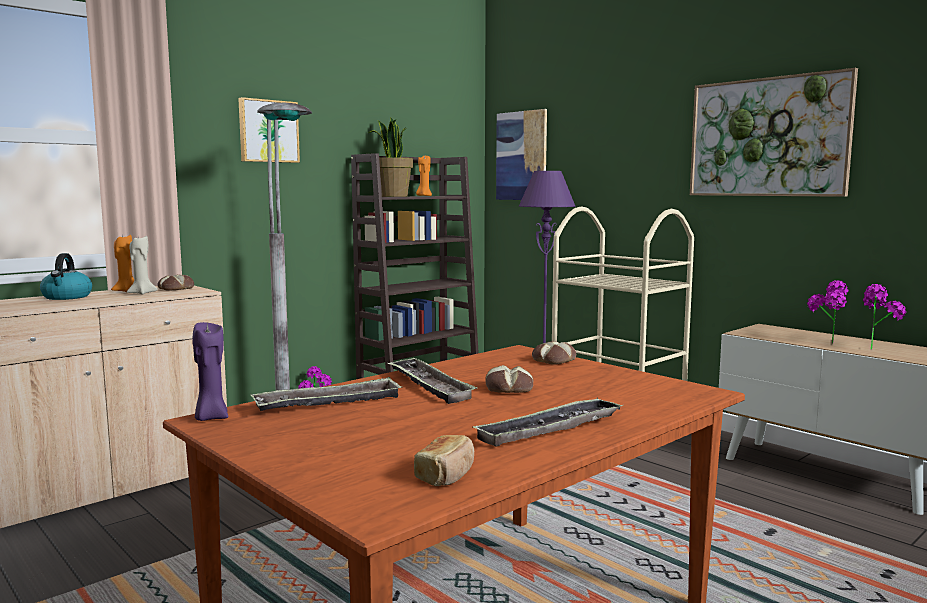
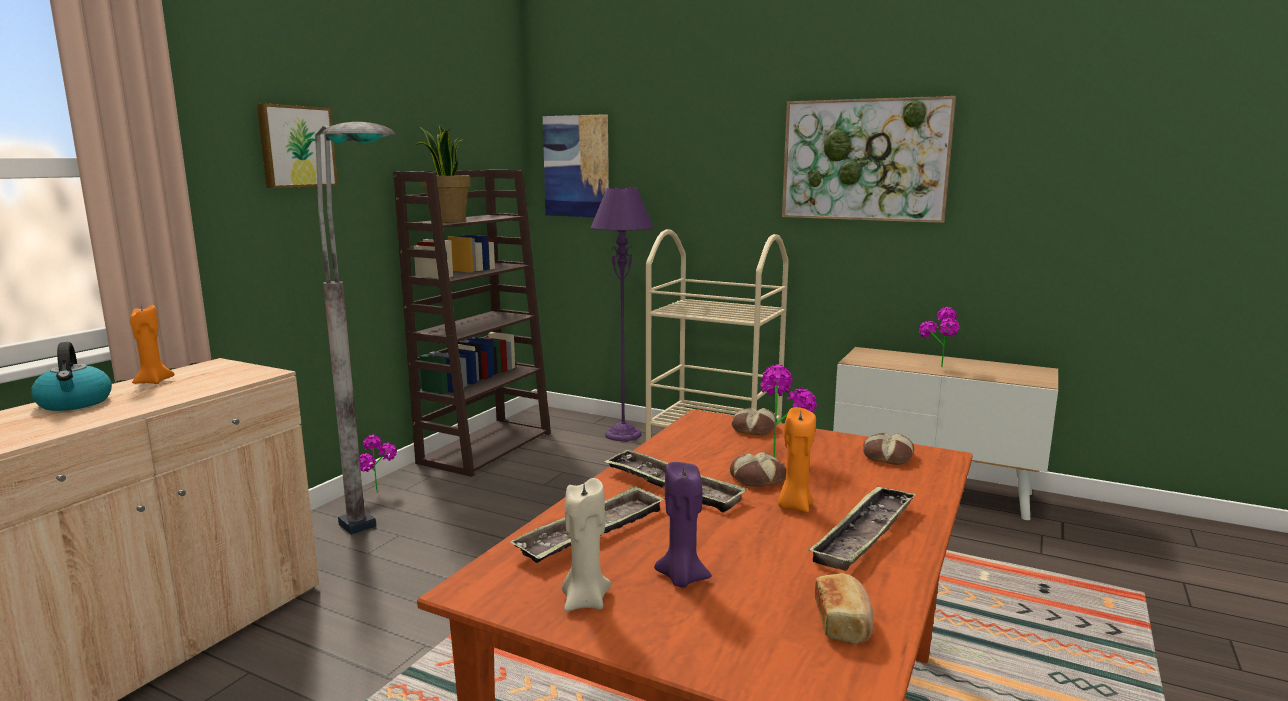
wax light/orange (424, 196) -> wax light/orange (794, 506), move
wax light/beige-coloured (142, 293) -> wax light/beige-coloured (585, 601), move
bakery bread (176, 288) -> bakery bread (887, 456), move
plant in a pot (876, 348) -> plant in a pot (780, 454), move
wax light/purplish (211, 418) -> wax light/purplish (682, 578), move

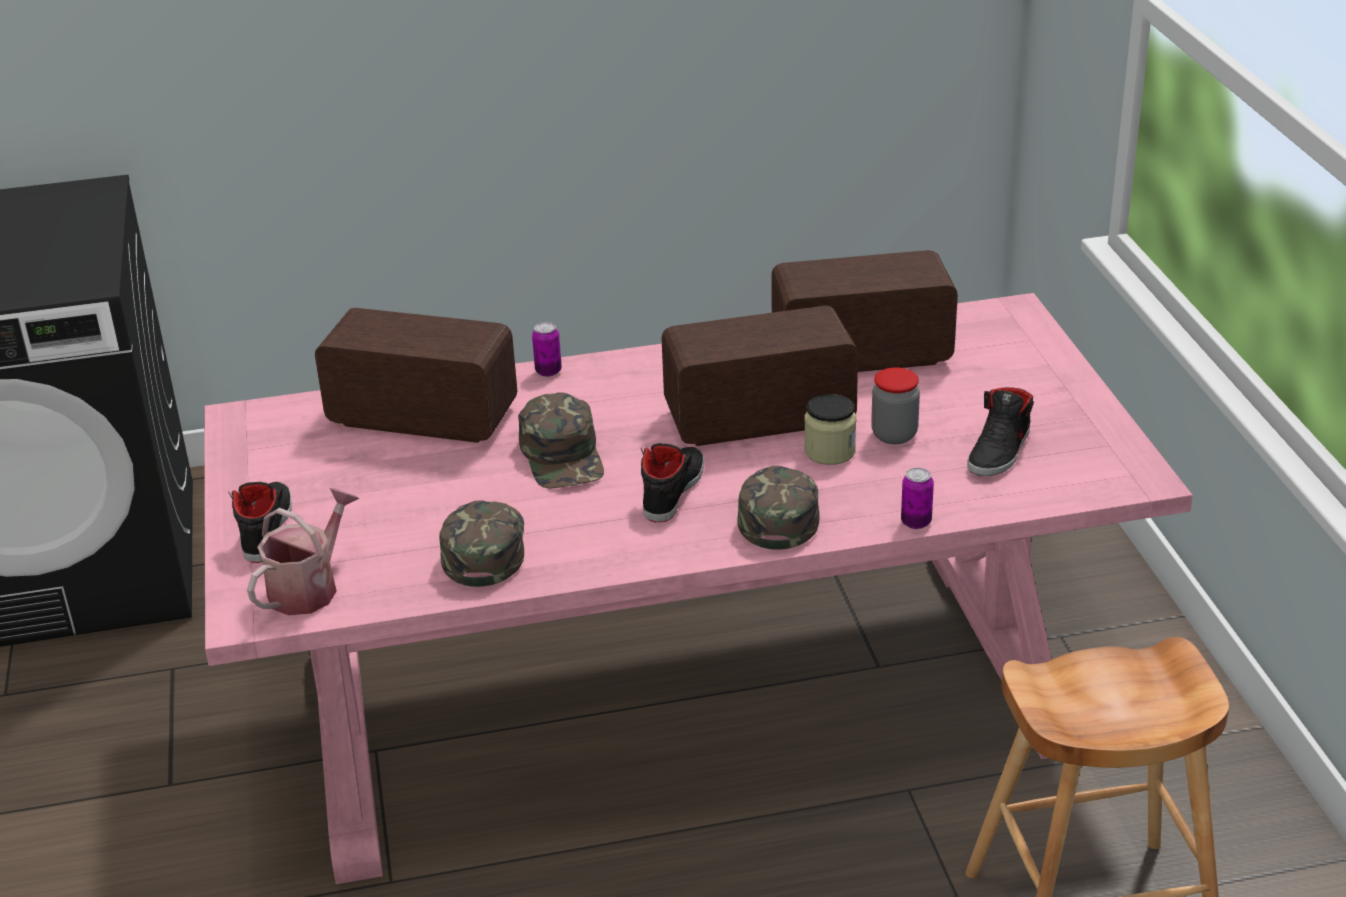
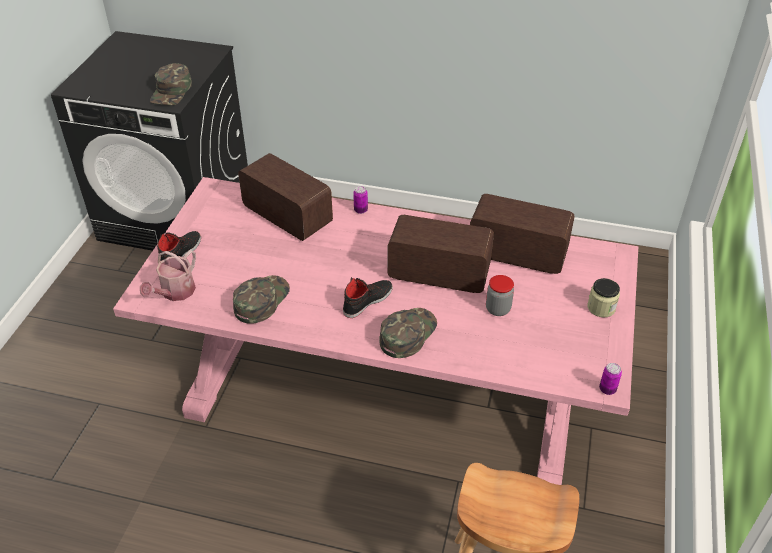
item of footwear/blackish (1000, 451) -> none
peaked cap/green (563, 455) -> peaked cap/green (172, 91), move
jar (829, 451) -> jar (601, 308), move
metal can (916, 522) -> metal can (607, 389), move
watering can (309, 587) -> watering can (175, 293), 150 degrees clockwise

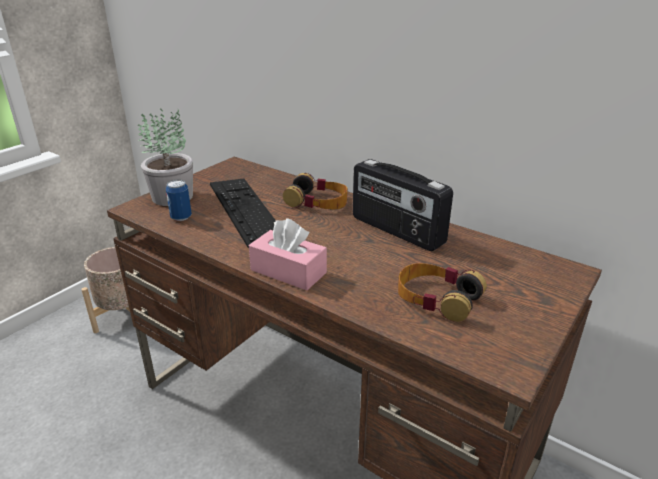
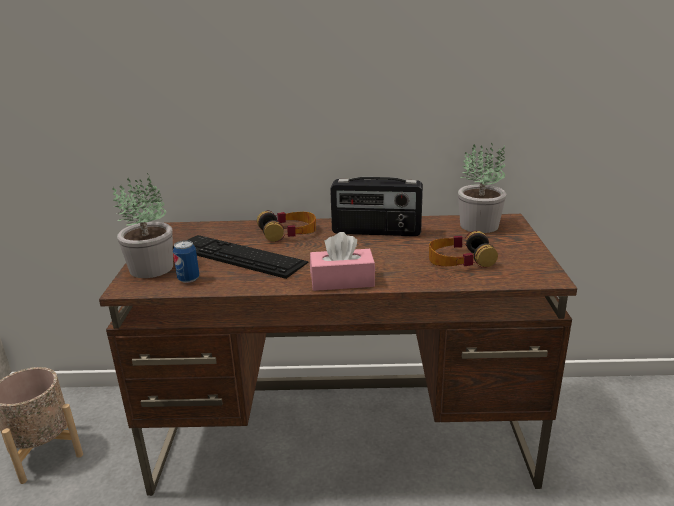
none -> plant in a pot (479, 225)

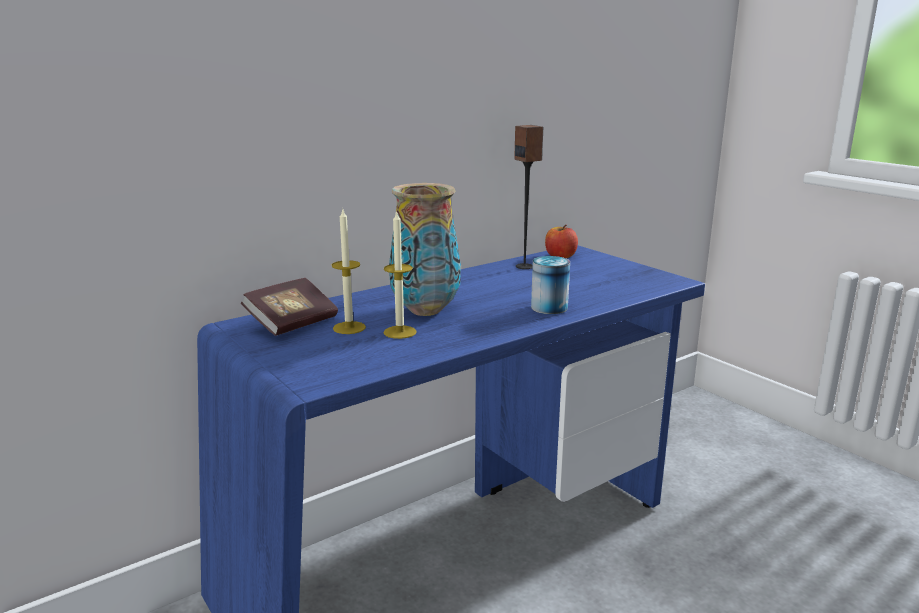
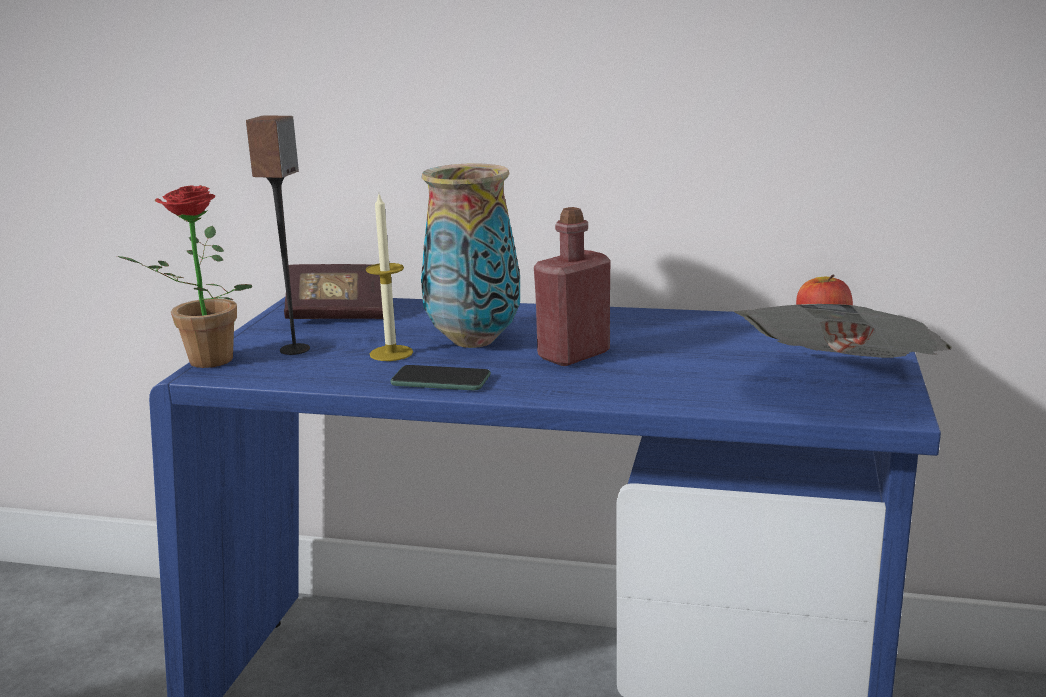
audio speaker (524, 266) -> audio speaker (295, 350), move
wax light (349, 328) -> none
metal can (549, 307) -> none
none -> plant in a pot (202, 363)
none -> drink bottle/red (573, 355)
none -> newspaper (840, 386)
none -> handset (441, 380)

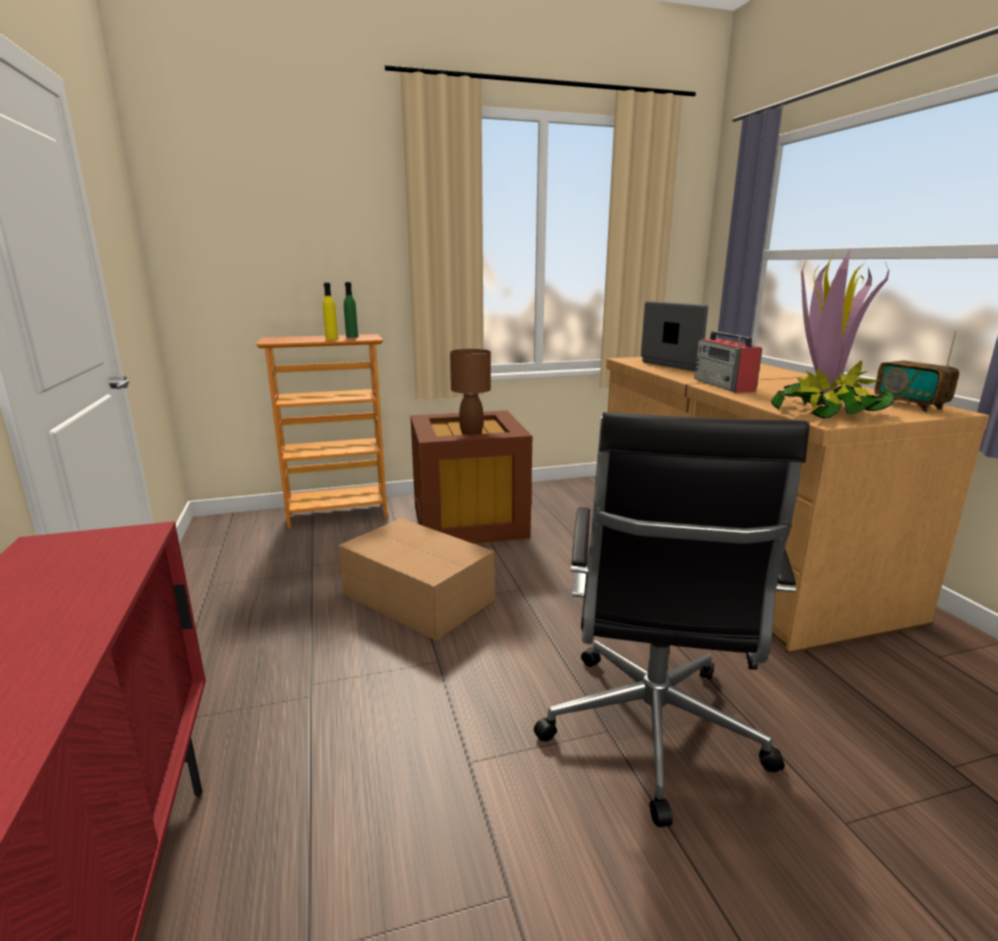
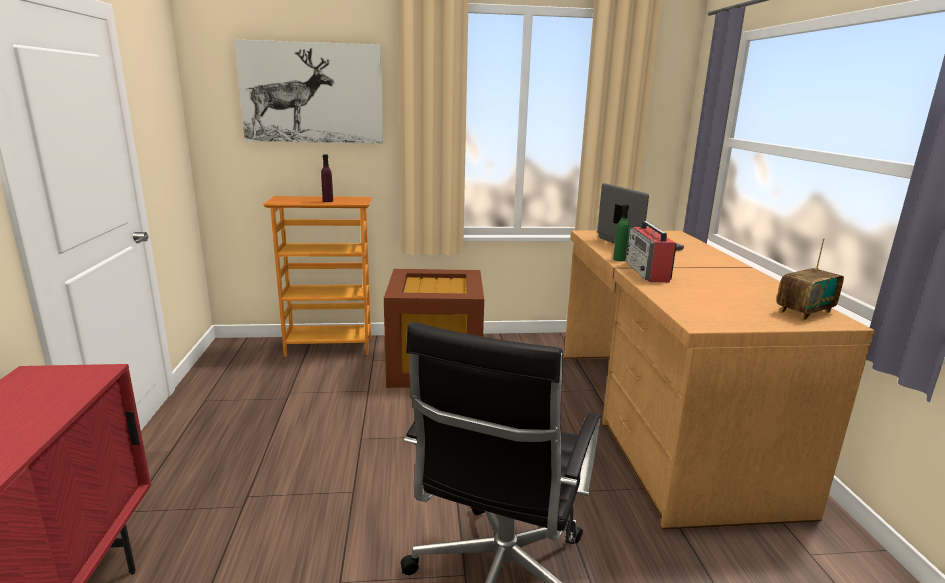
plant in a pot (824, 410) -> none
drink bottle/green (352, 337) -> drink bottle/green (619, 259), move
drink bottle/yellow-coloured (331, 339) -> drink bottle/purplish (328, 201)
radio (910, 405) -> radio (804, 311), 105 degrees counterclockwise
table lamp/brown (471, 433) -> none
carton (417, 596) -> none
none -> wall art (312, 93)

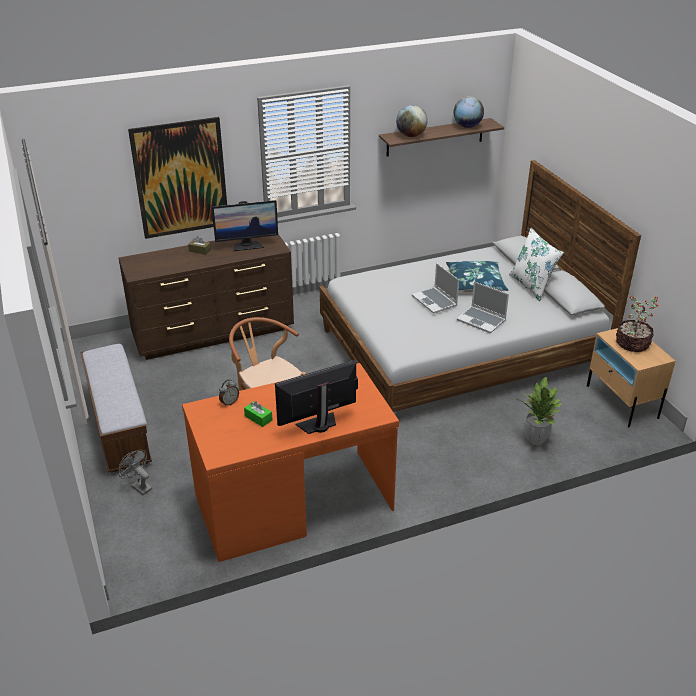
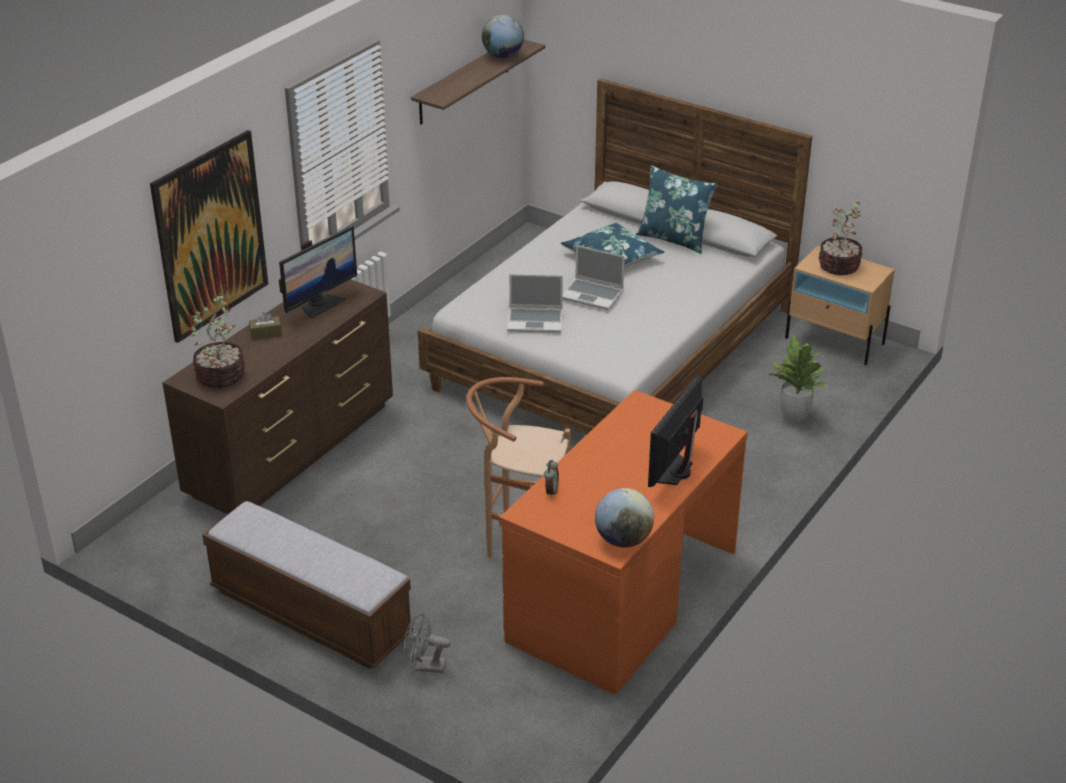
desk globe (411, 135) -> desk globe (623, 540), move
throw pillow/whitish (532, 286) -> throw pillow/bluish (674, 239)
notebook computer (482, 320) -> notebook computer (536, 321), move
tissue box/green (258, 418) -> none
none -> plant in a pot (221, 375)

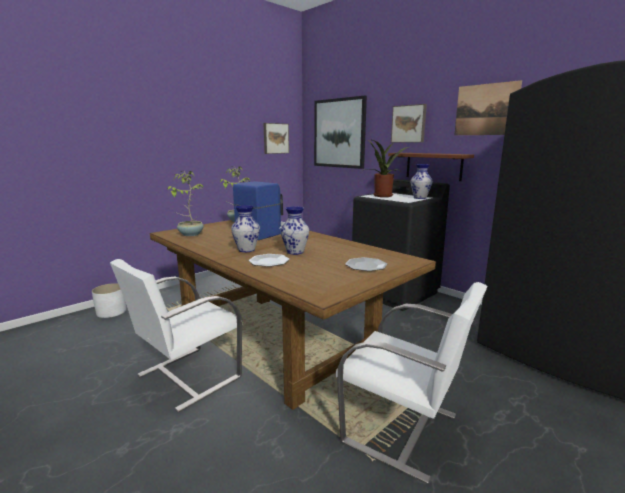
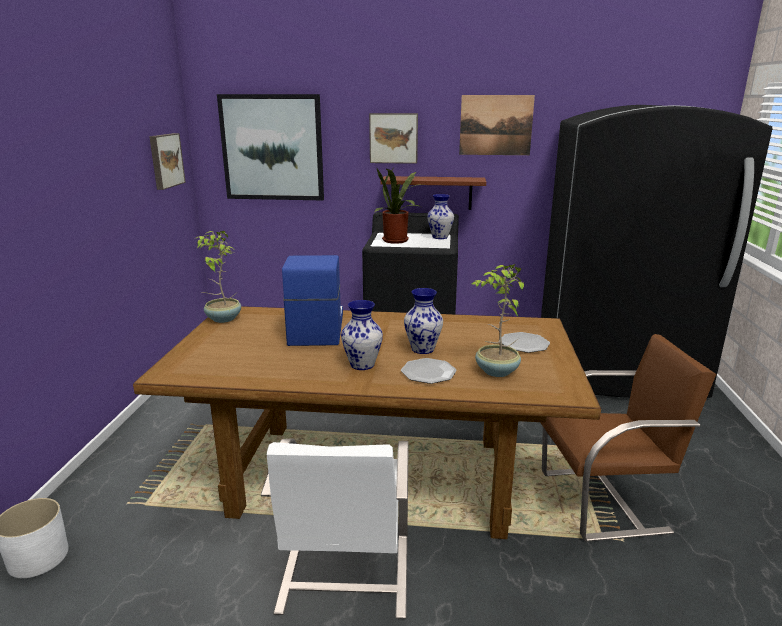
plant in a pot (190, 234) -> plant in a pot (496, 371), move
upright chair/whitish (402, 429) -> upright chair/brown (605, 501)

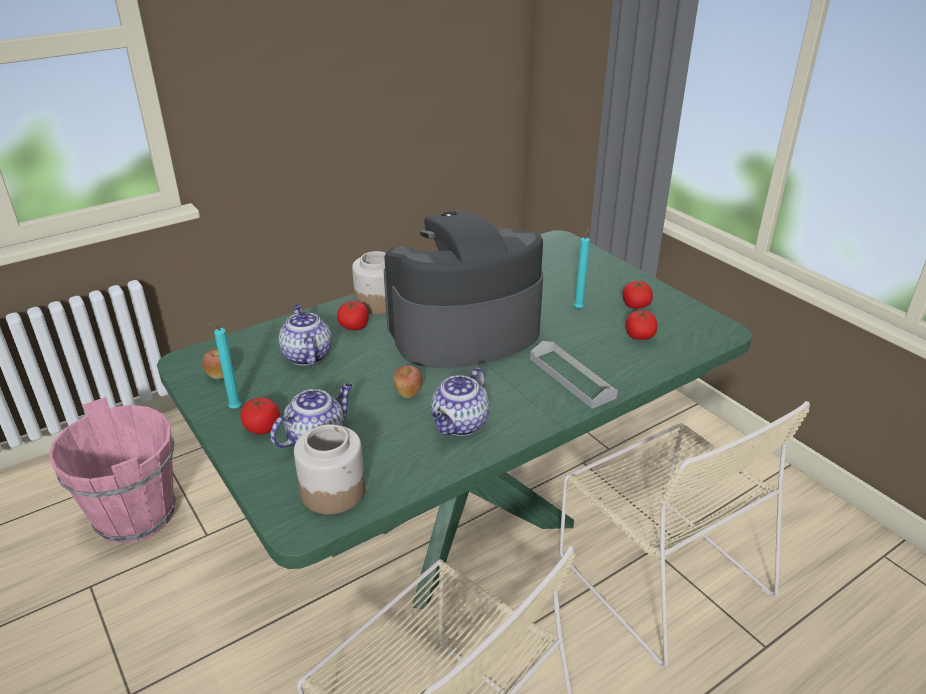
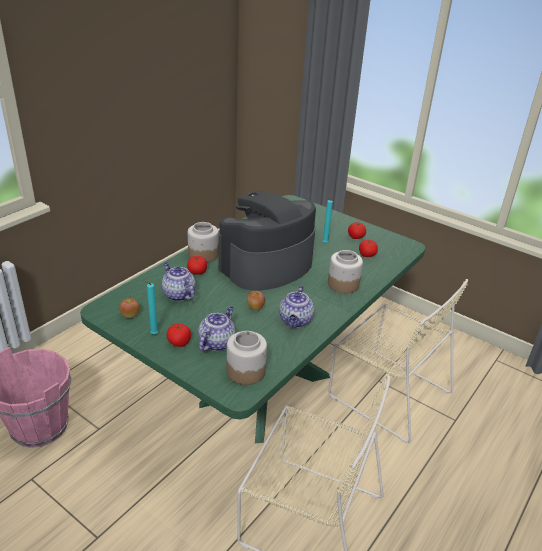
tray/gray (571, 378) -> jar (342, 284)

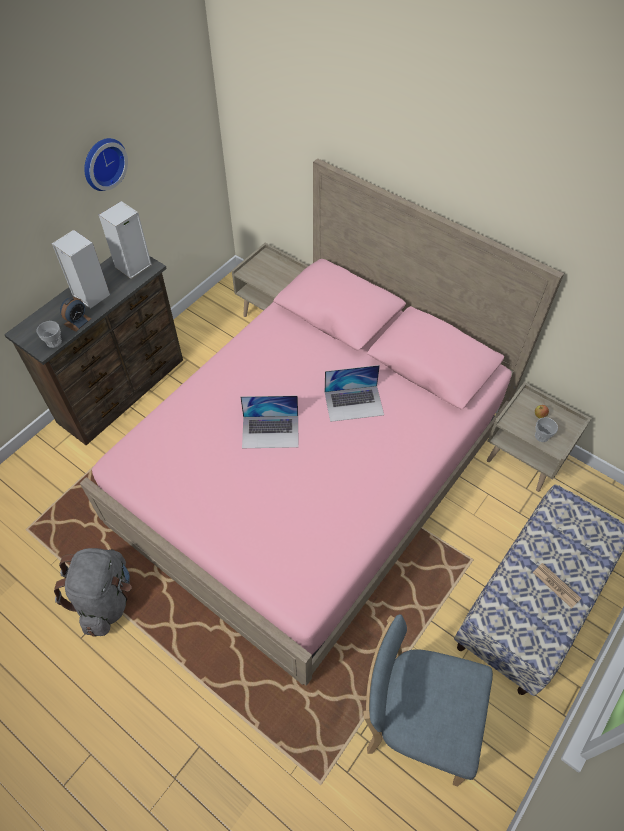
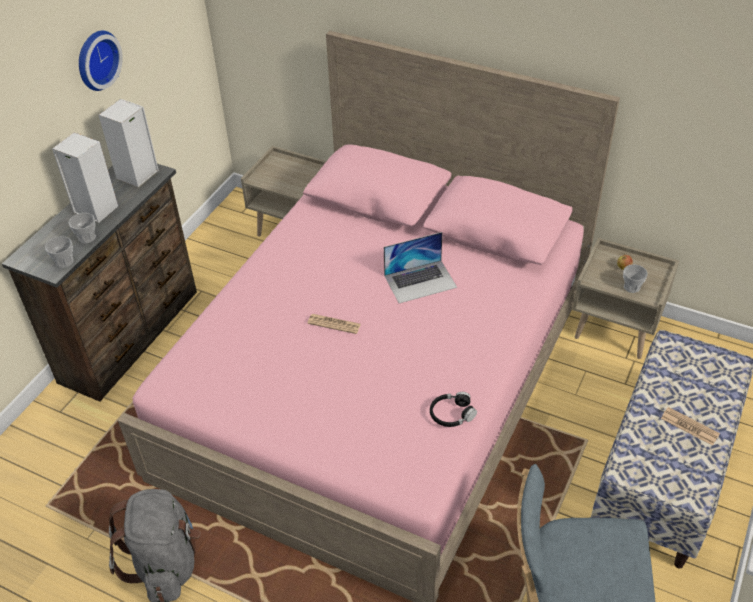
alarm clock (77, 321) -> cup (87, 237)
notebook computer (270, 431) -> newspaper (334, 324)
none -> pair of headphones/blackish (451, 414)

